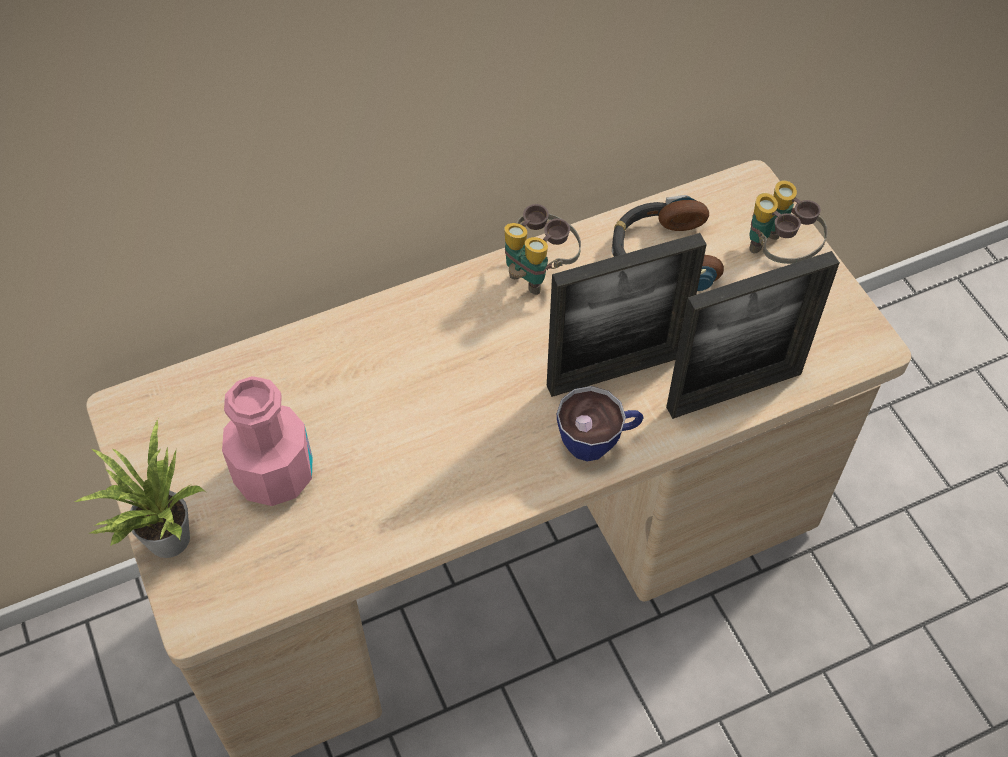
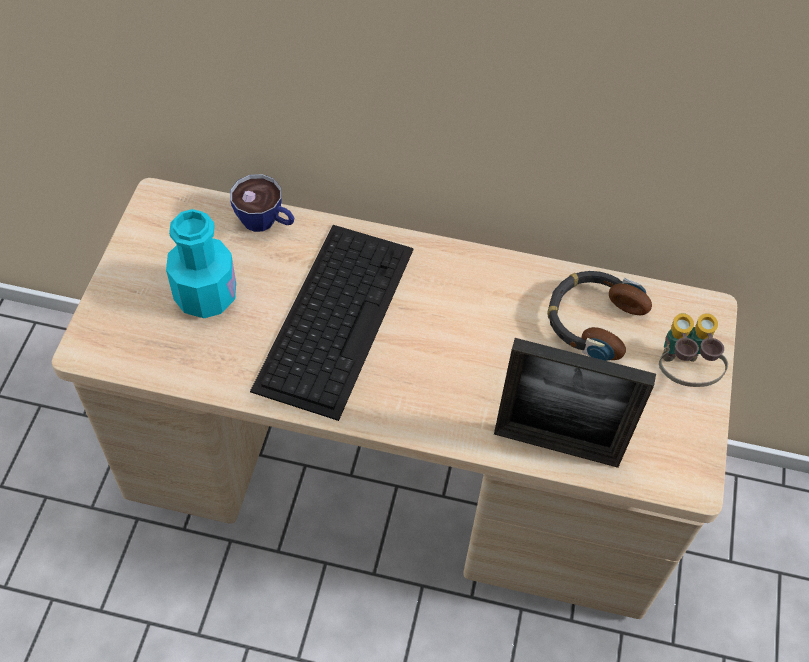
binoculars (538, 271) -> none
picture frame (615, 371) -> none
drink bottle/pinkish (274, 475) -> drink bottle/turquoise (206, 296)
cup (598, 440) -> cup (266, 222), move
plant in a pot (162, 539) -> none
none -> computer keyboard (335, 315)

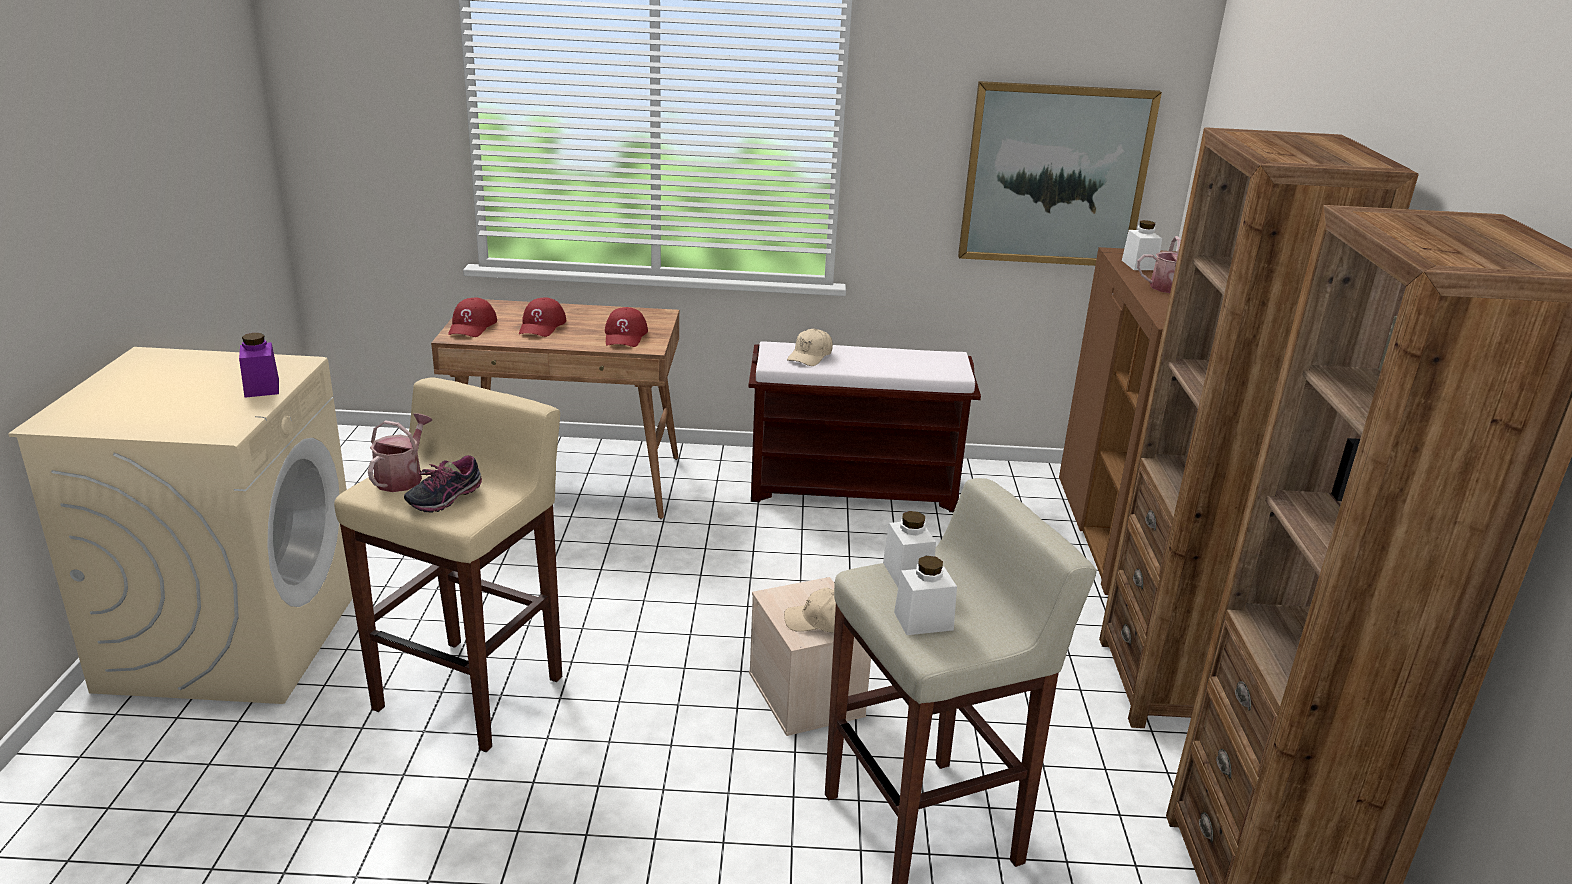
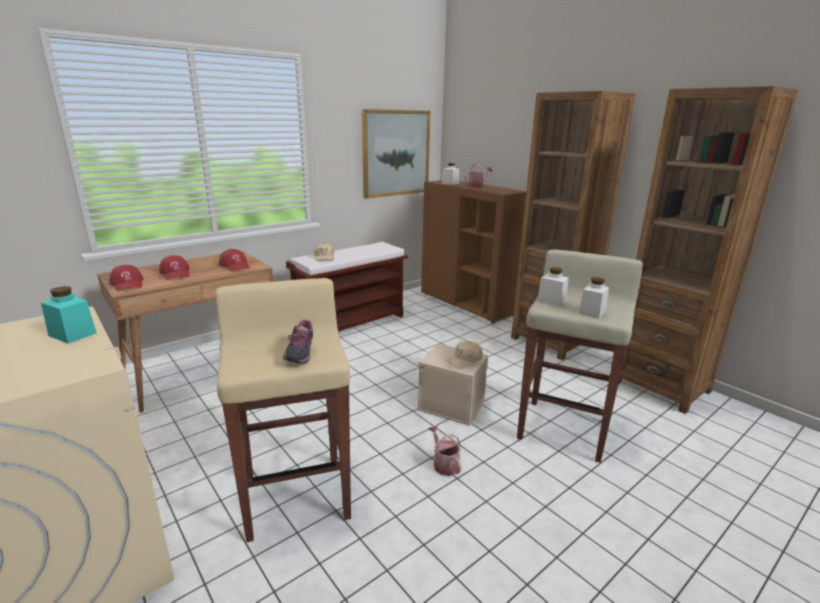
jar/purplish (262, 388) -> jar/turquoise (72, 334)
watering can (402, 477) -> watering can (444, 464), move

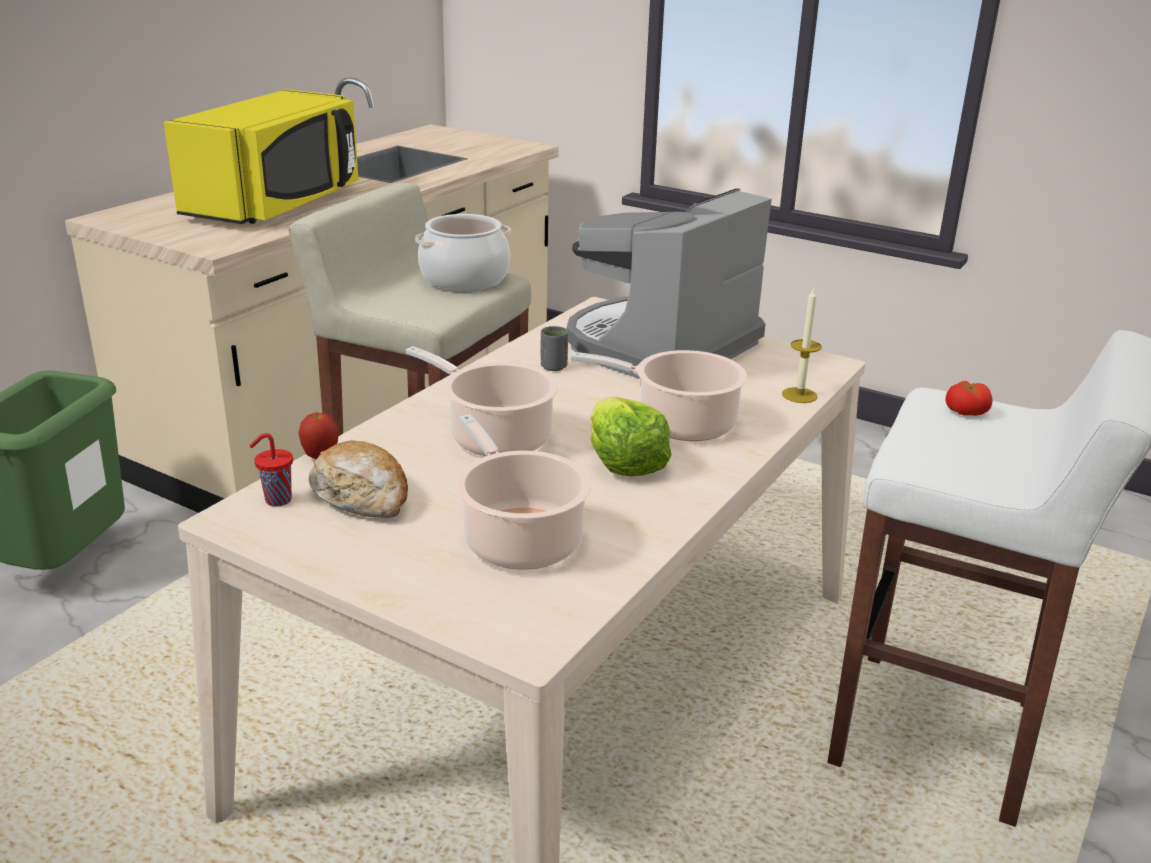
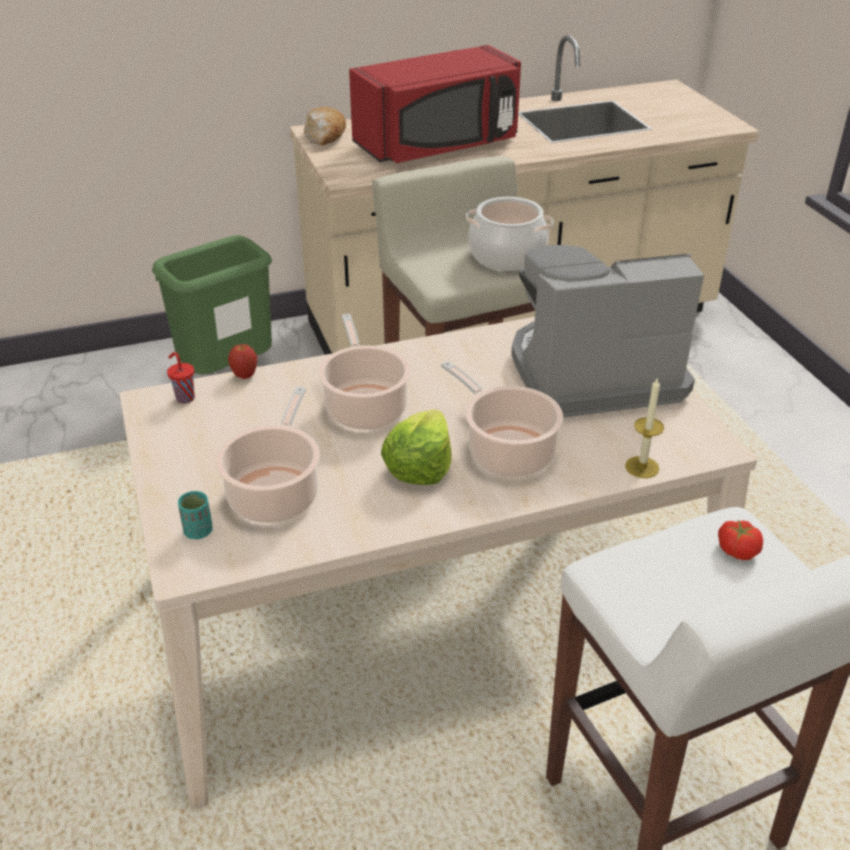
microwave/yellow-coloured (278, 204) -> microwave/red (439, 145)
cup/gray (553, 367) -> none
bakery bread (362, 496) -> bakery bread (325, 136), move
none -> cup/turquoise (198, 531)

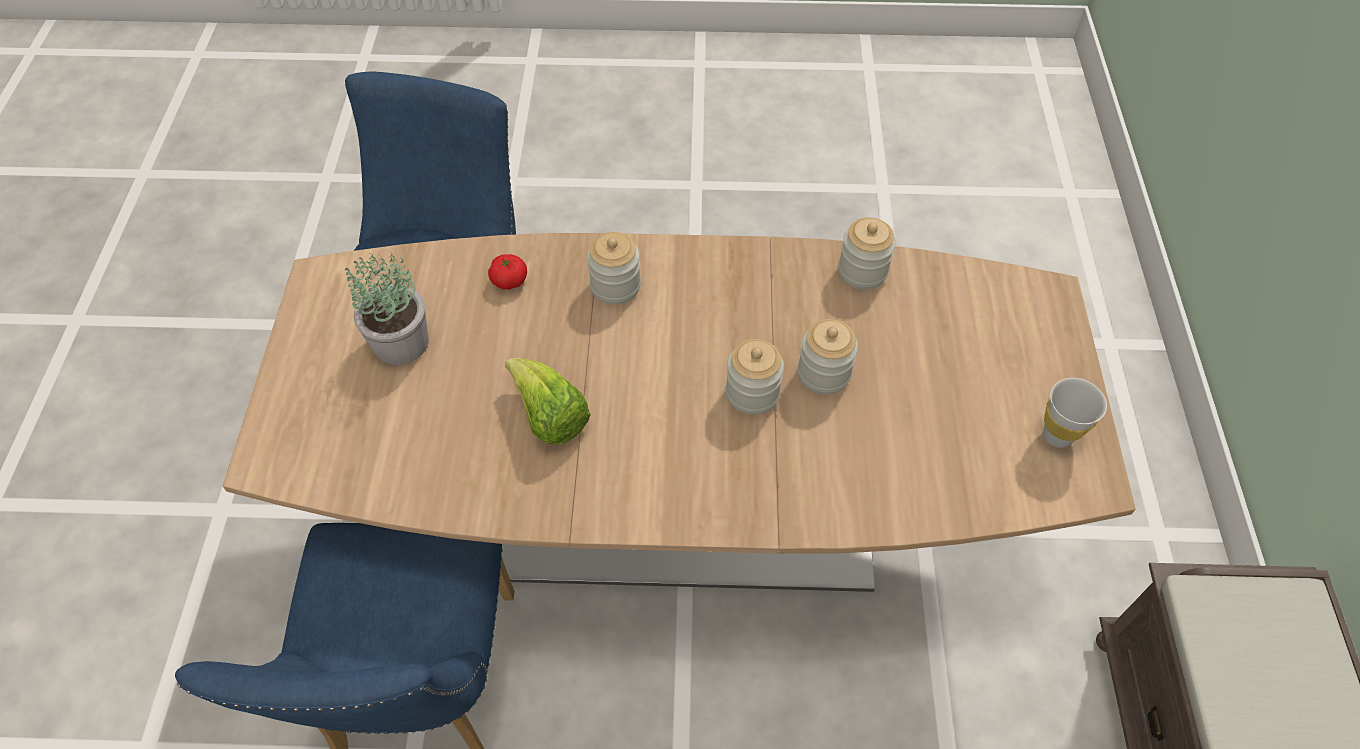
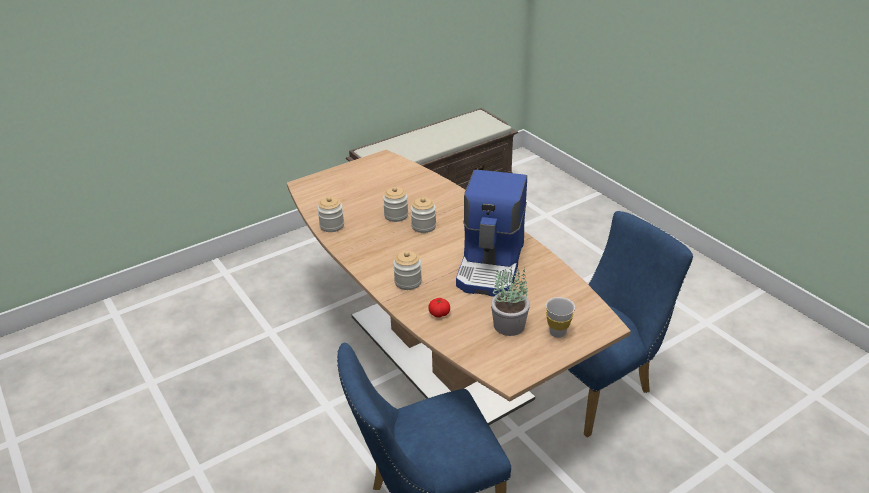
lettuce head (549, 417) -> coffee brewer (492, 265)
cup/whitish (1057, 436) -> cup/whitish (557, 332), move

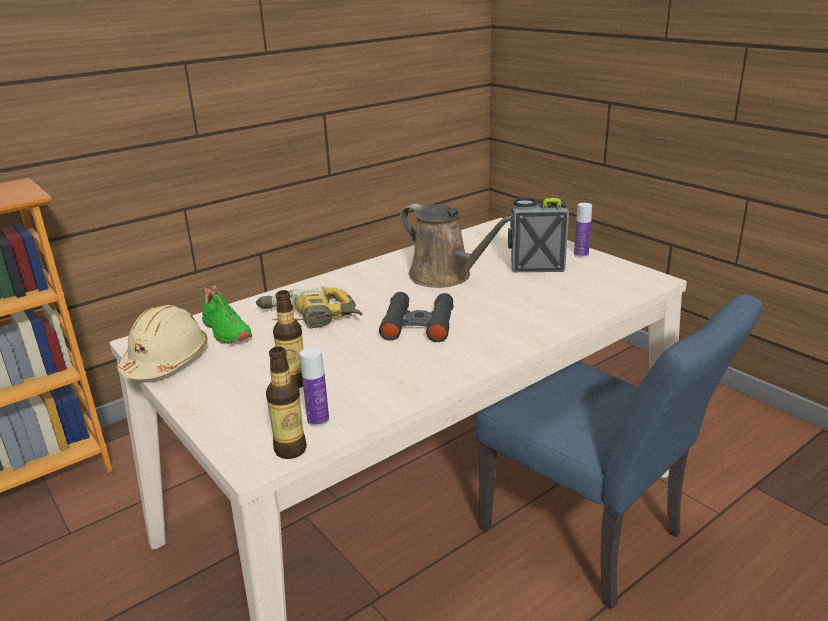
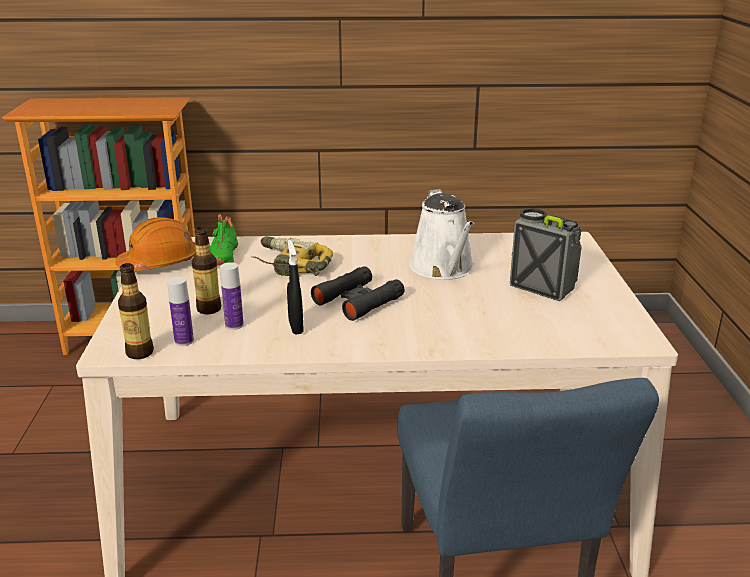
drink bottle (581, 254) -> drink bottle (234, 325), move
watering can/brown (444, 276) -> watering can/whitish (444, 269)
safety helmet/beige-coloured (166, 360) -> safety helmet/orange (160, 263)
none -> sprayer/blackish (296, 327)

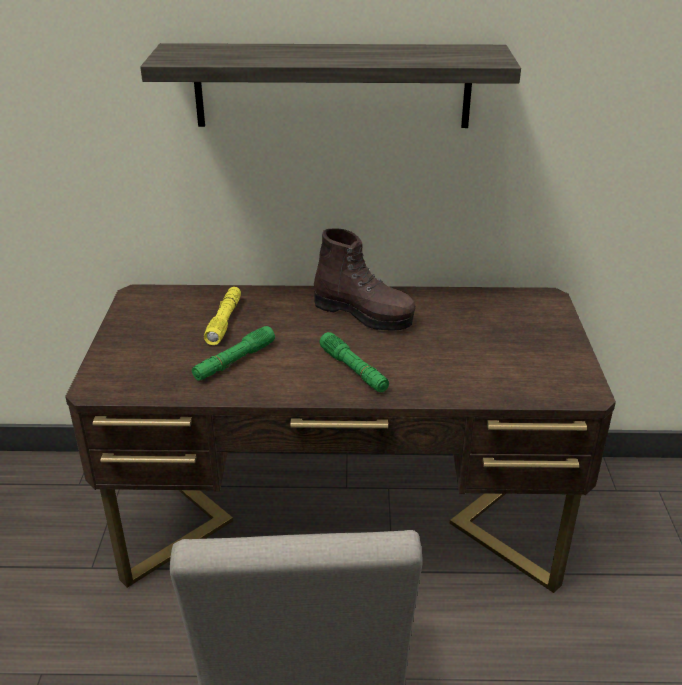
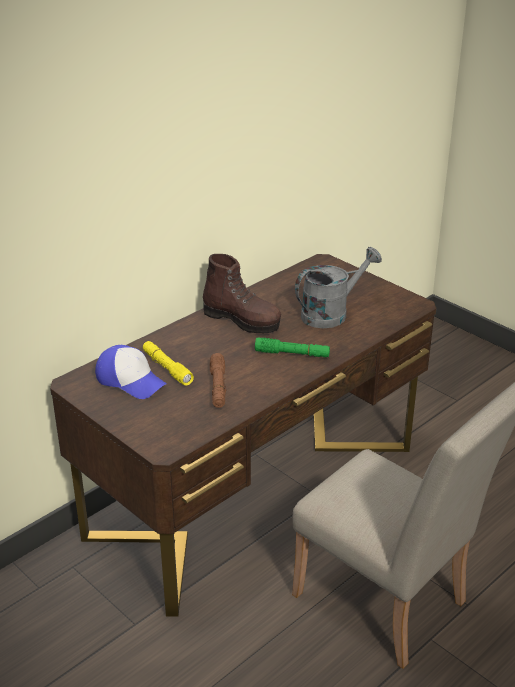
shelf (332, 86) -> none
high-top boot/brown (364, 313) -> high-top boot/brown (242, 320), 45 degrees clockwise
torch/green (234, 361) -> torch/brown (218, 386)
none -> watering can/gray (331, 313)
none -> peaked cap (131, 380)

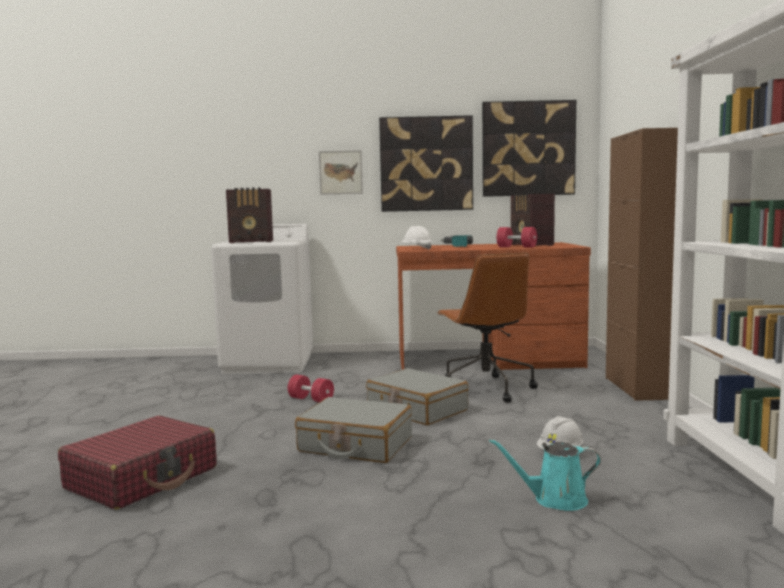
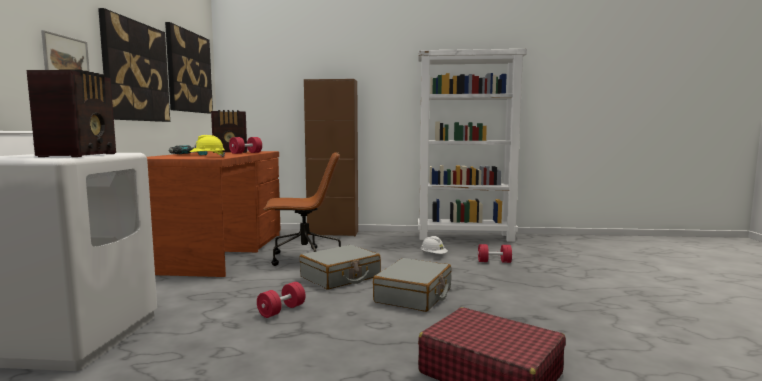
safety helmet/whitish (416, 249) -> safety helmet/yellow-coloured (208, 157)
watering can/turquoise (555, 500) -> dumbbell/red (494, 262)

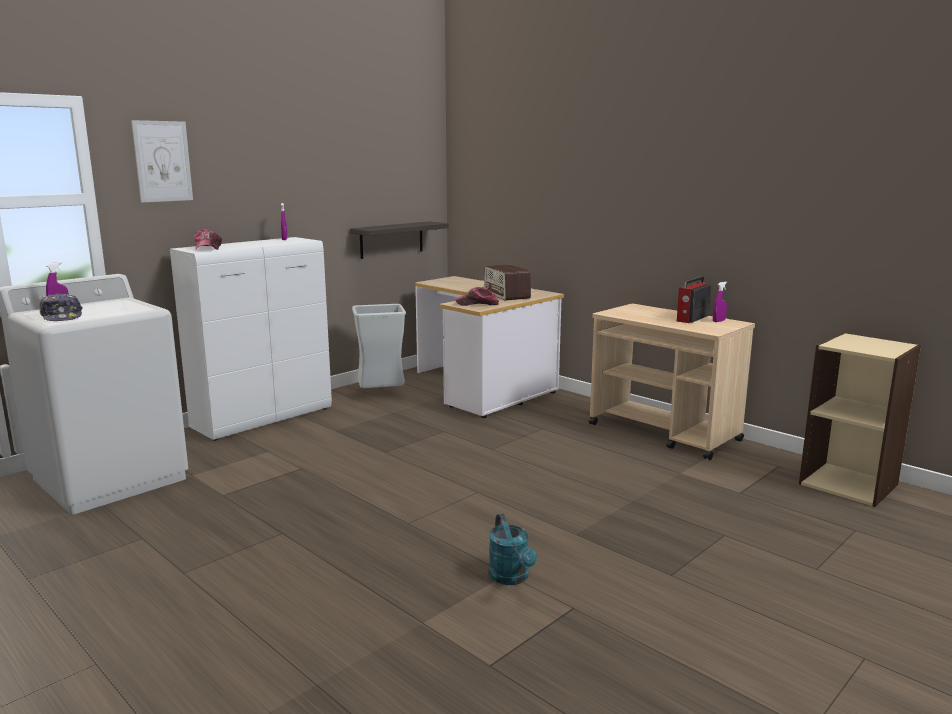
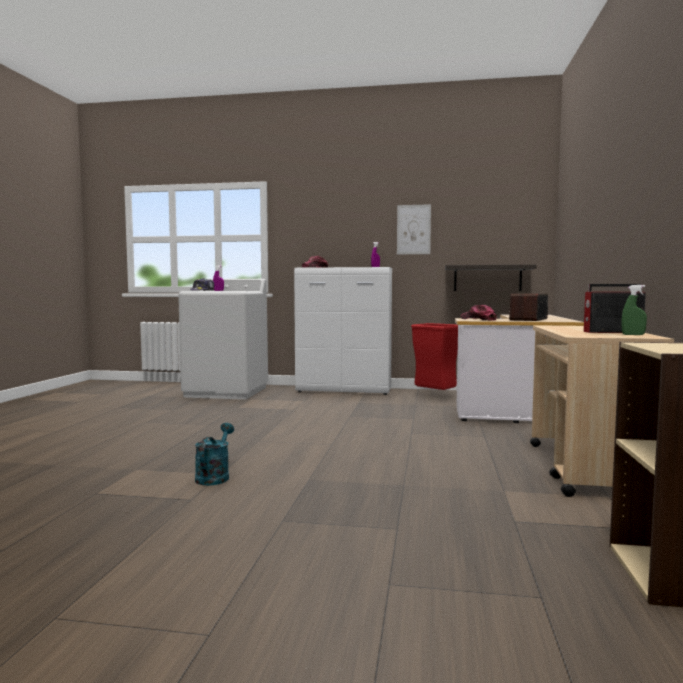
wall art (163, 161) -> wall art (413, 229), move
sprayer/purplish (718, 321) -> sprayer/green (633, 335)
waste bin/gray (382, 396) -> waste bin/red (435, 397)
watering can/turquoise (511, 578) -> watering can/turquoise (214, 476), 150 degrees clockwise

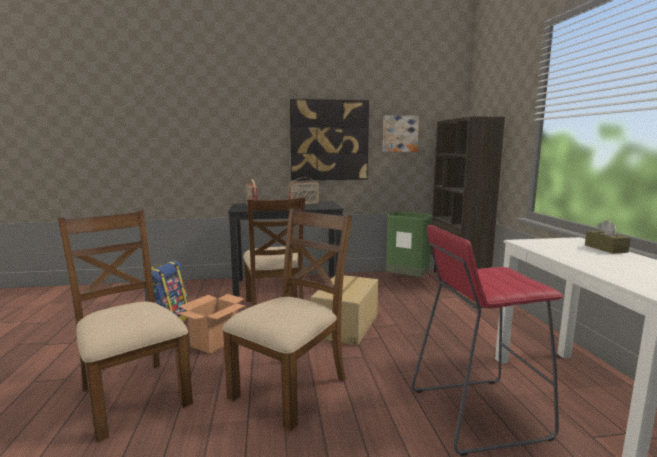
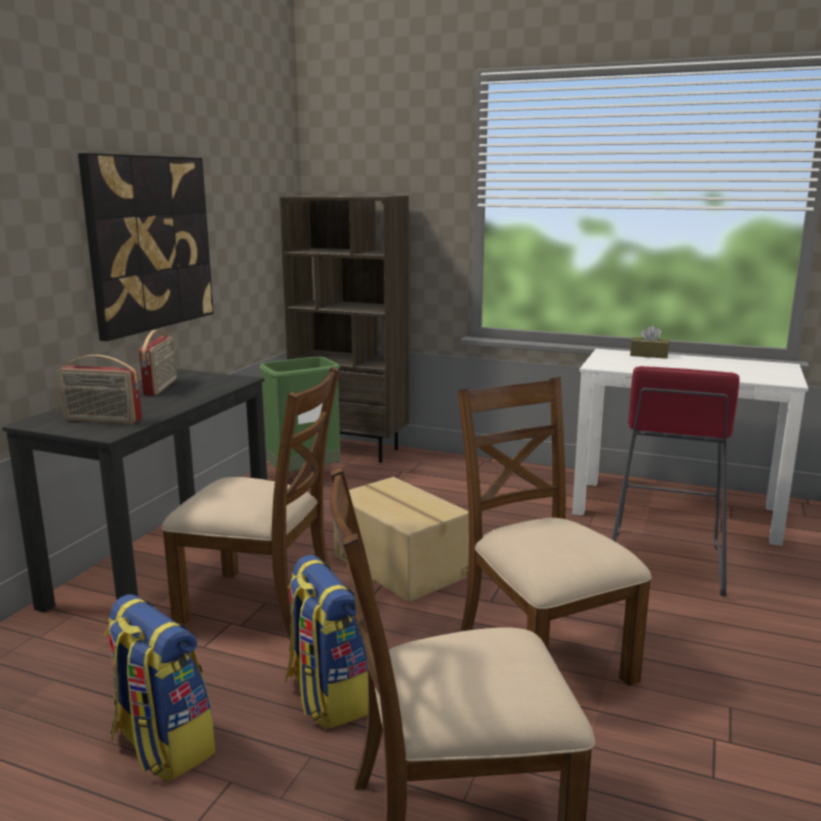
wall art (399, 134) -> none
carton (214, 342) -> knapsack (326, 697)

